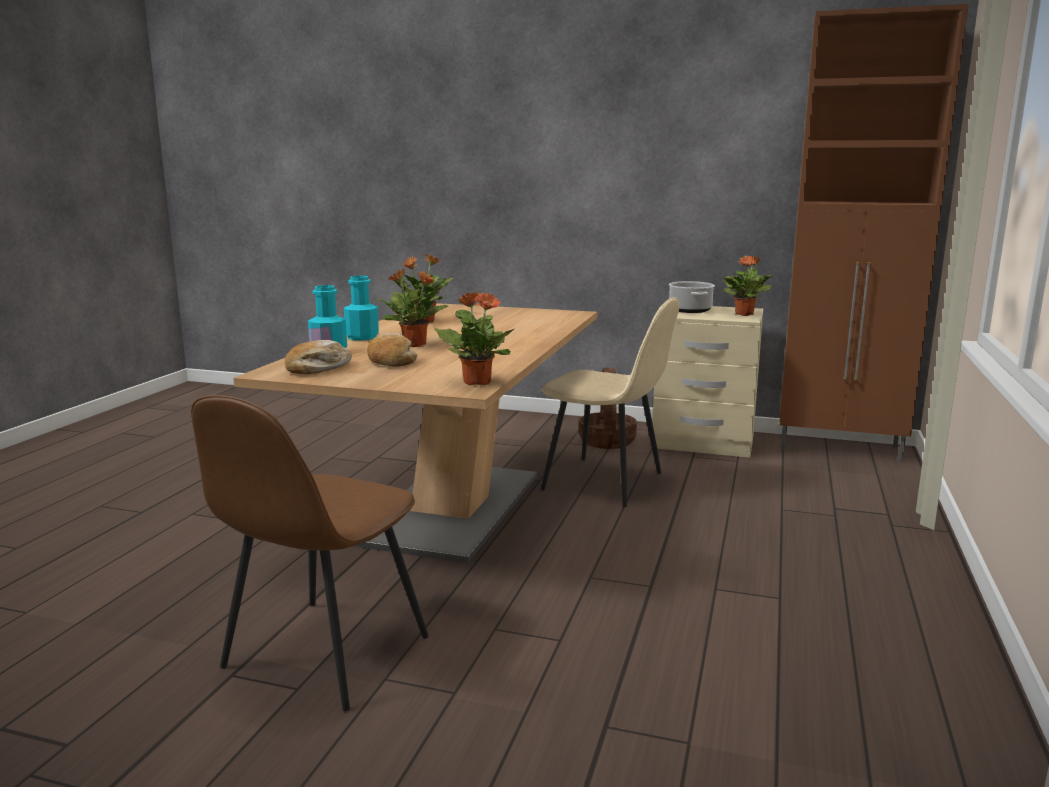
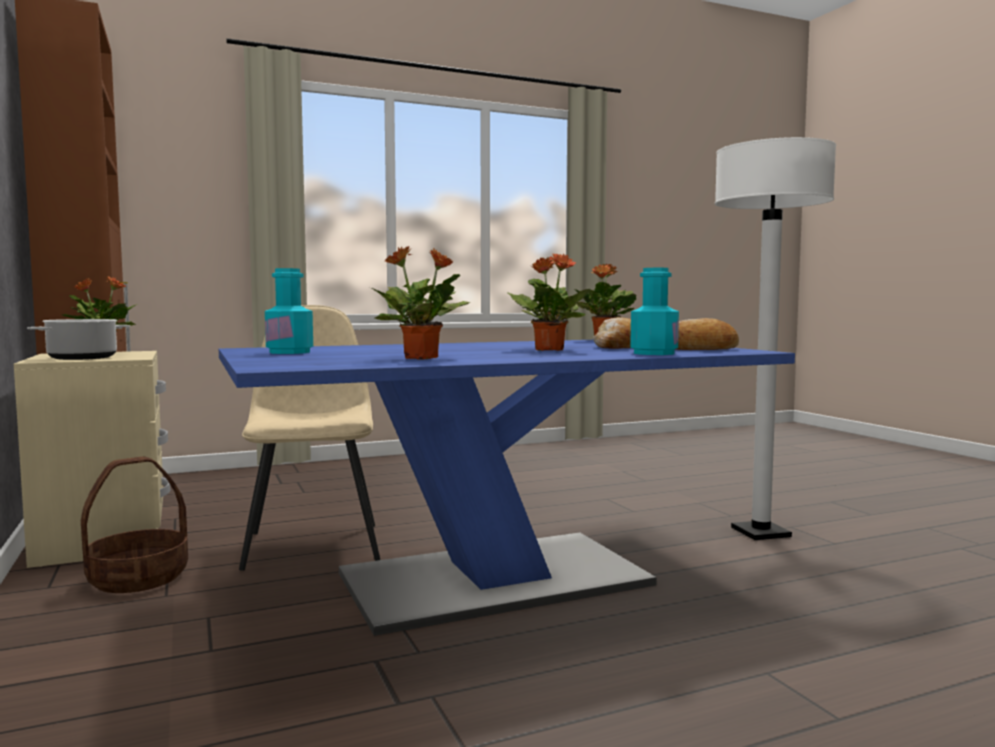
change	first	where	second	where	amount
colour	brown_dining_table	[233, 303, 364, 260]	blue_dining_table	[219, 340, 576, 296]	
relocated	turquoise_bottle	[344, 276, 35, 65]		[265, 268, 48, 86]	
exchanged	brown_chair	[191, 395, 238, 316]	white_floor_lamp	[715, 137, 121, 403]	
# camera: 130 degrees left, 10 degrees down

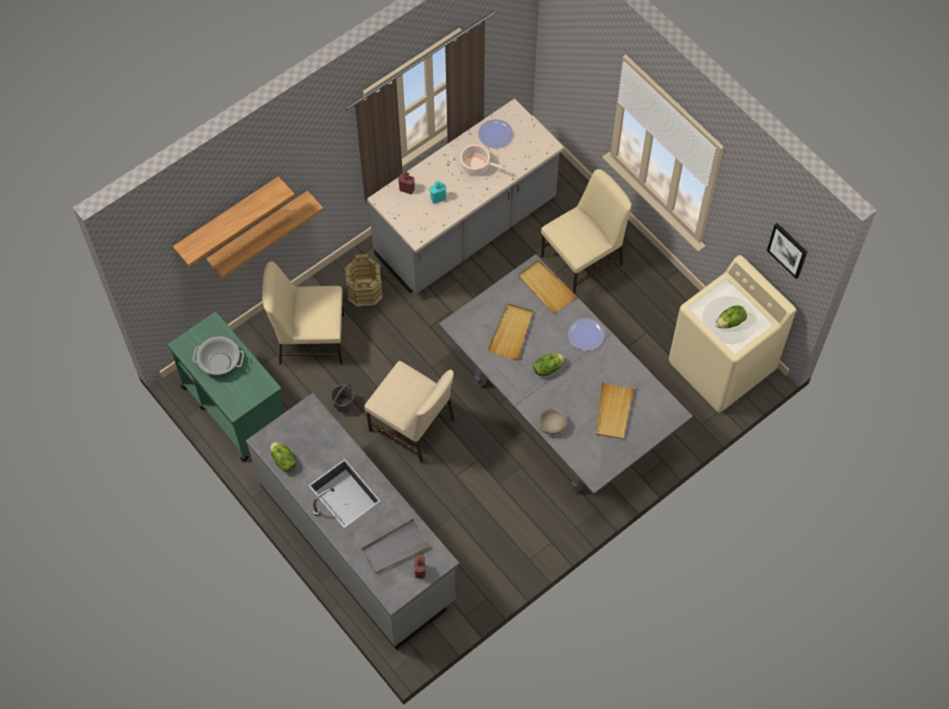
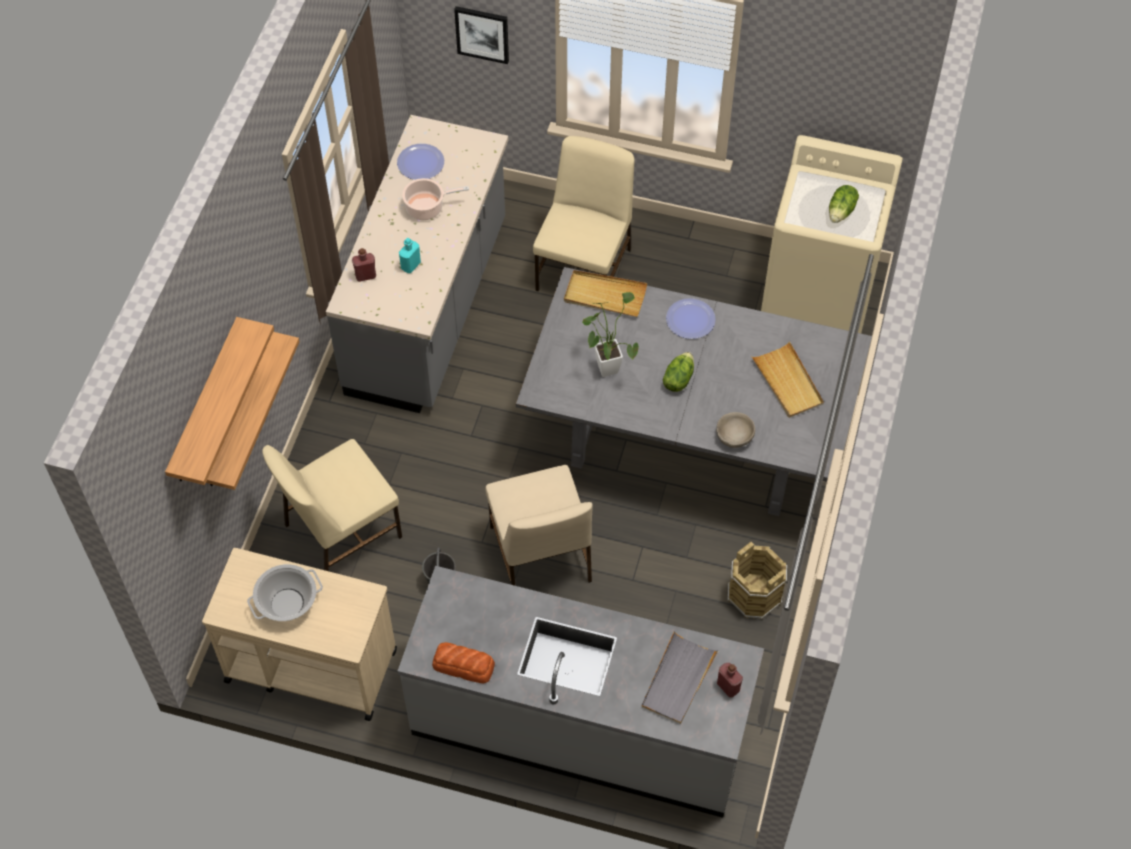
change	first	where	second	where	amount
colour	green_cart	[168, 312, 117, 150]	beige_cart	[202, 548, 195, 173]	
exchanged	lettuce	[270, 442, 27, 30]	bread	[432, 642, 63, 41]	
relocated	picture	[767, 223, 40, 56]		[454, 6, 55, 58]	
spun	beige_chair	[364, 361, 91, 102]		[486, 465, 107, 121]	75 degrees clockwise
exchanged	beige_tray	[487, 303, 46, 56]	potted_plant	[582, 292, 57, 85]	
relocated	brown_bucket	[344, 254, 39, 53]		[728, 542, 59, 77]	
# camera: 35 degrees left, 5 degrees down

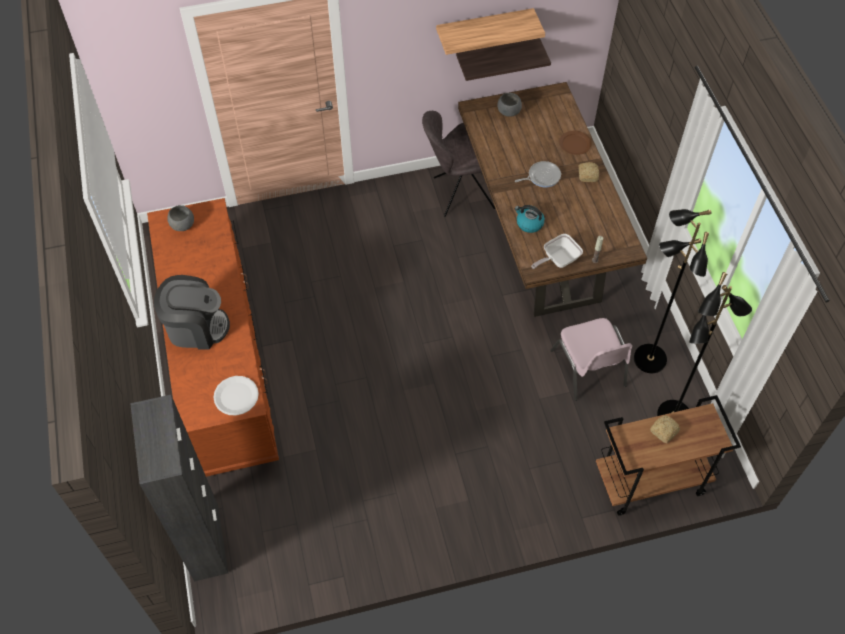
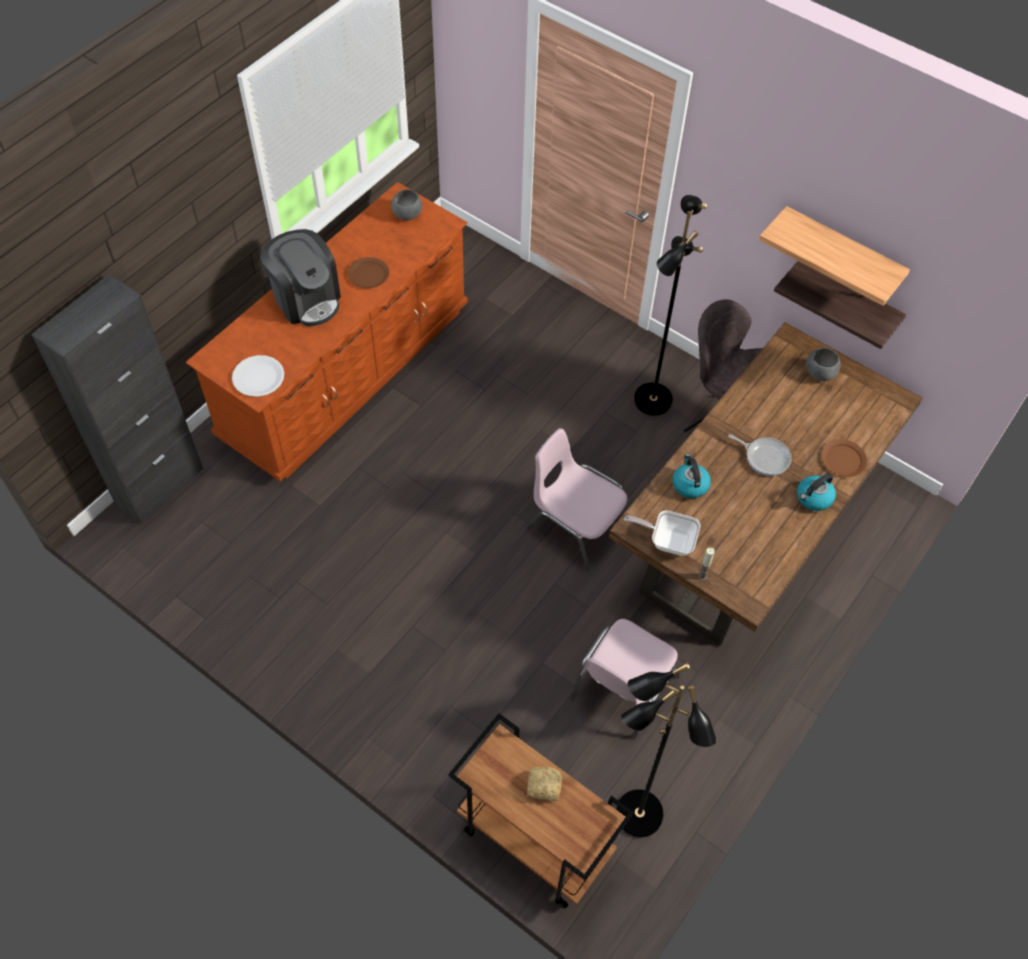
change	first	where	second	where	amount
appeared			brown_plate	[347, 257, 42, 31]	
appeared			pink_chair	[526, 428, 102, 143]	
relocated	black_floor_lamp	[634, 209, 77, 164]		[634, 195, 73, 221]	
exchanged	bread	[579, 162, 20, 20]	kettle	[797, 474, 39, 37]	
# camera: 50 degrees right, 0 degrees up

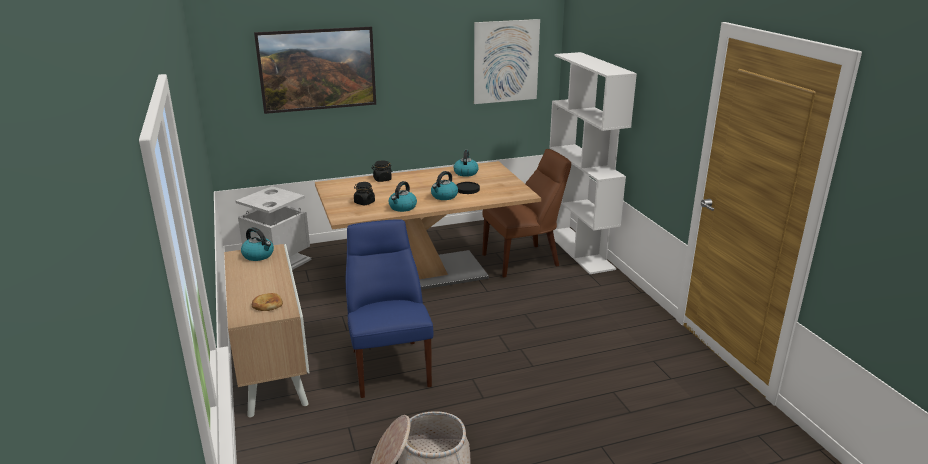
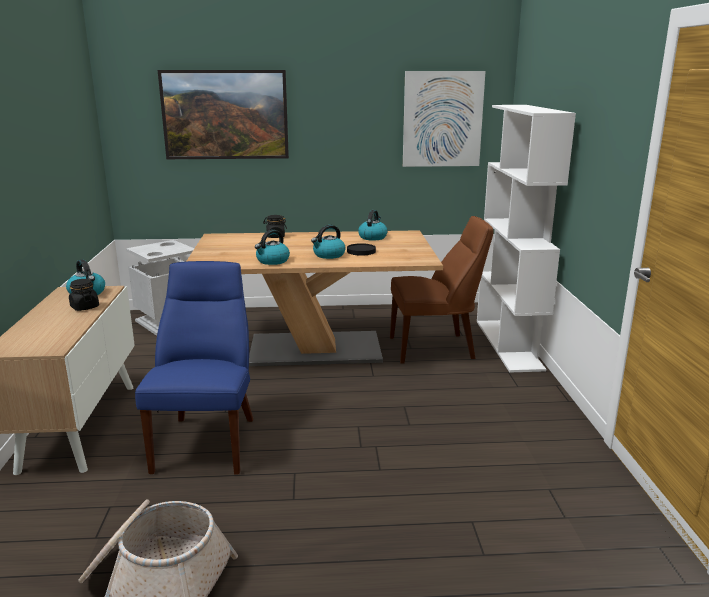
change	first	where	second	where	amount
relocated	black_jar	[354, 182, 21, 23]		[69, 279, 30, 32]	
missing	bread	[252, 293, 31, 18]			
# camera: 15 degrees right, 5 degrees down

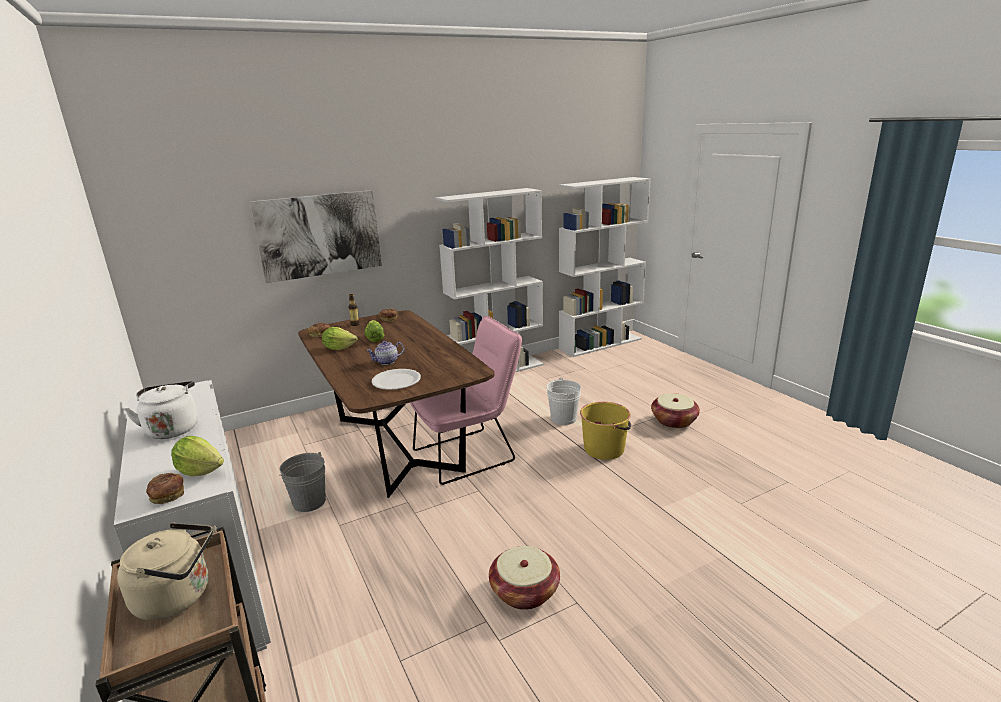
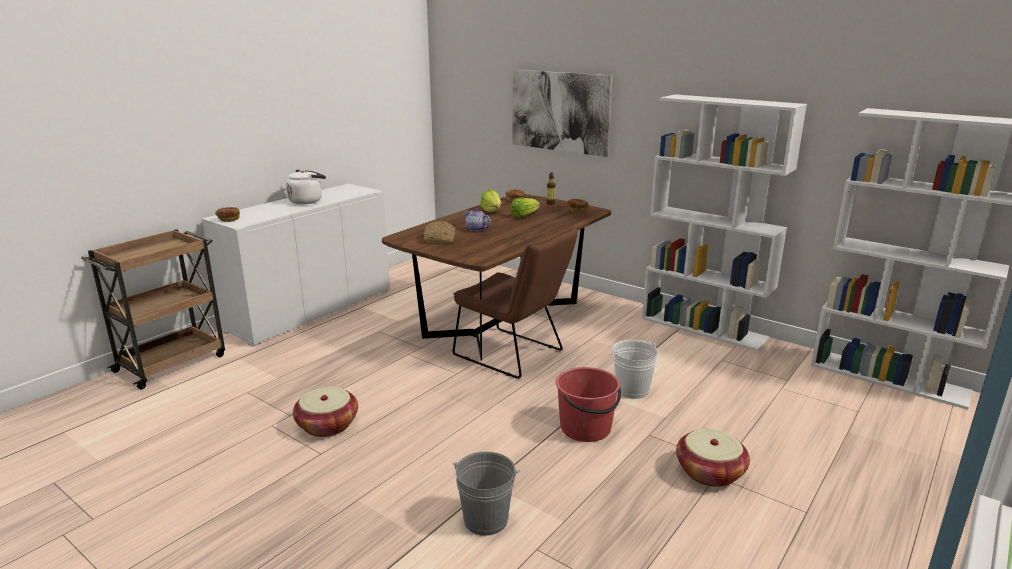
change	first	where	second	where	amount
exchanged	white_plate	[371, 369, 50, 21]	bread	[424, 221, 31, 23]	
colour	pink_chair	[410, 316, 112, 169]	brown_chair	[453, 225, 125, 154]	
relocated	grey_bucket	[279, 452, 47, 60]		[453, 451, 66, 85]	
colour	yellow_bucket	[580, 402, 51, 58]	red_bucket	[556, 367, 65, 75]	
missing	beige_kettle	[117, 523, 96, 97]			
missing	lettuce	[171, 436, 53, 40]			
# camera: 65 degrees right, 0 degrees up

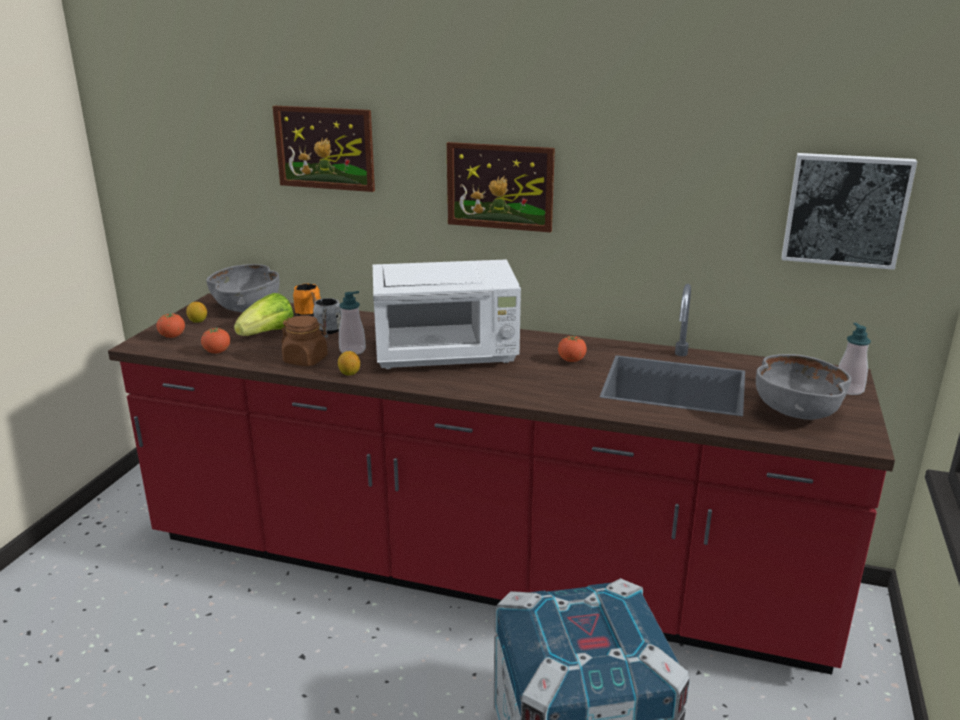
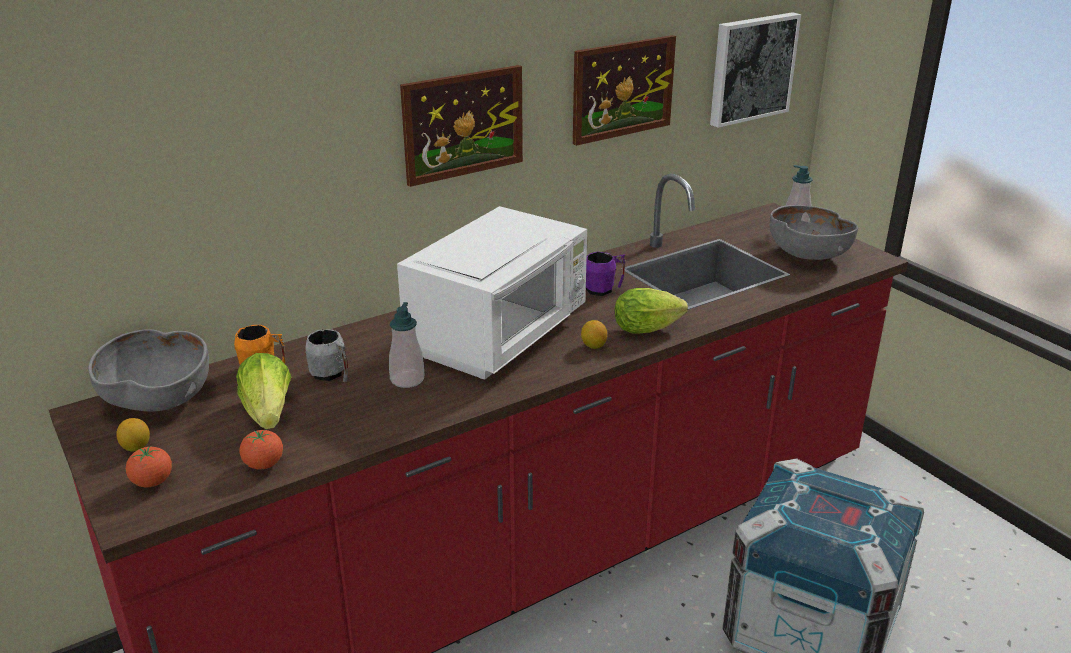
change	first	where	second	where	amount
relocated	picture	[272, 106, 103, 86]		[573, 35, 103, 111]	
relocated	lemon	[338, 351, 22, 25]		[581, 320, 26, 29]	
exchanged	tomato	[558, 336, 29, 26]	purple_mug	[586, 252, 39, 44]	
appeared			lettuce	[614, 288, 74, 46]	
missing	brown_jar	[282, 315, 46, 51]			
# camera: 50 degrees left, 5 degrees up

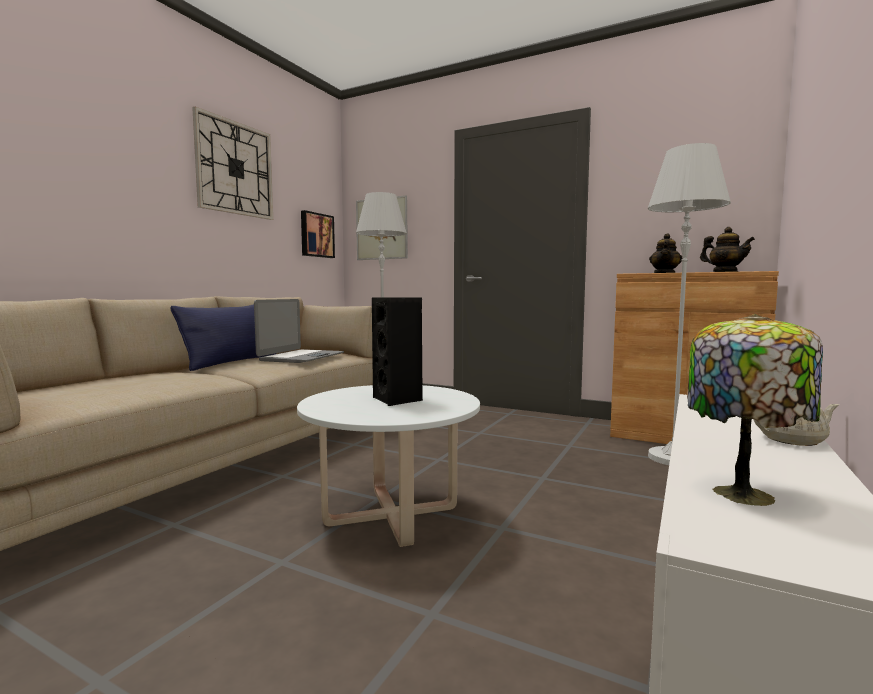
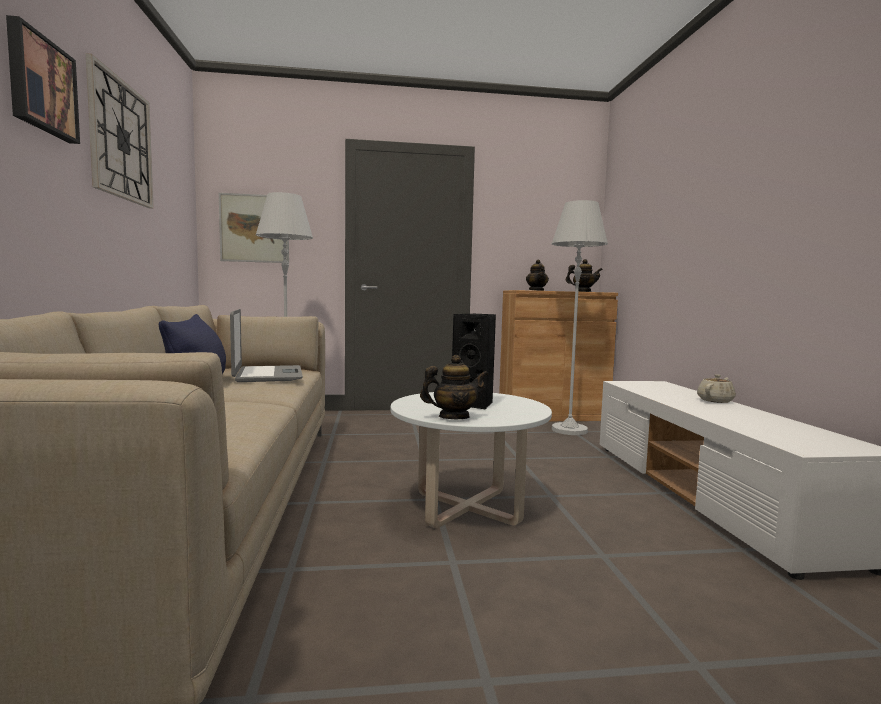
change	first	where	second	where	amount
relocated	picture	[301, 210, 34, 48]		[6, 15, 74, 129]	
appeared			teapot	[420, 355, 68, 64]	
missing	table_lamp	[687, 314, 136, 192]			
# camera: 35 degrees left, 0 degrees up

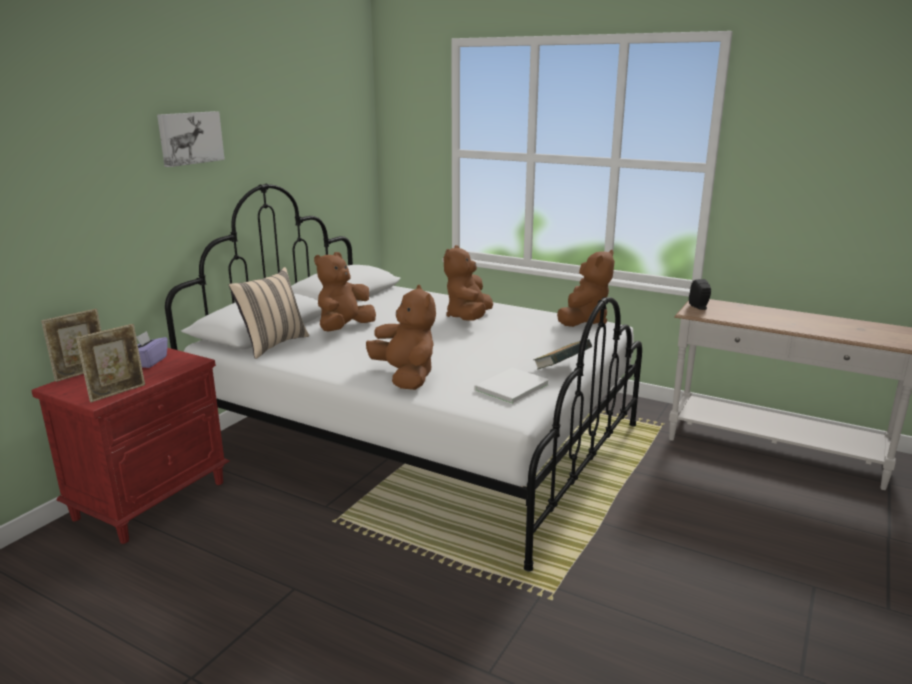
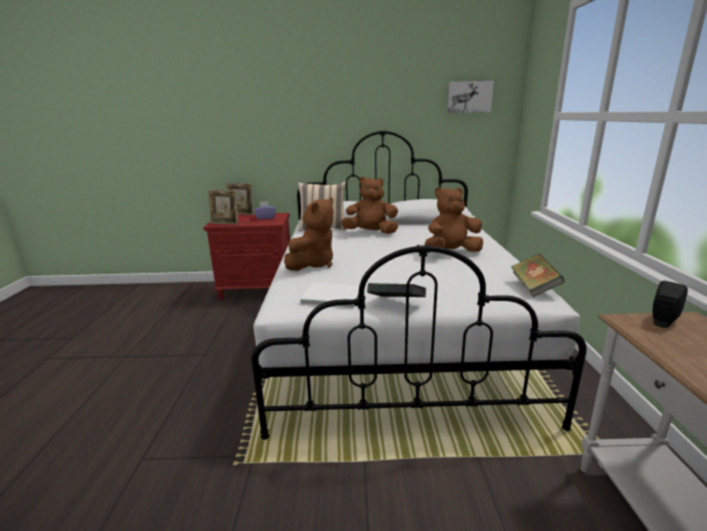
change	first	where	second	where	amount
relocated	picture	[157, 111, 68, 56]		[447, 81, 47, 33]	
exchanged	brown_plush_toy	[557, 250, 58, 77]	book	[511, 254, 54, 43]	
# camera: 60 degrees right, 0 degrees up

